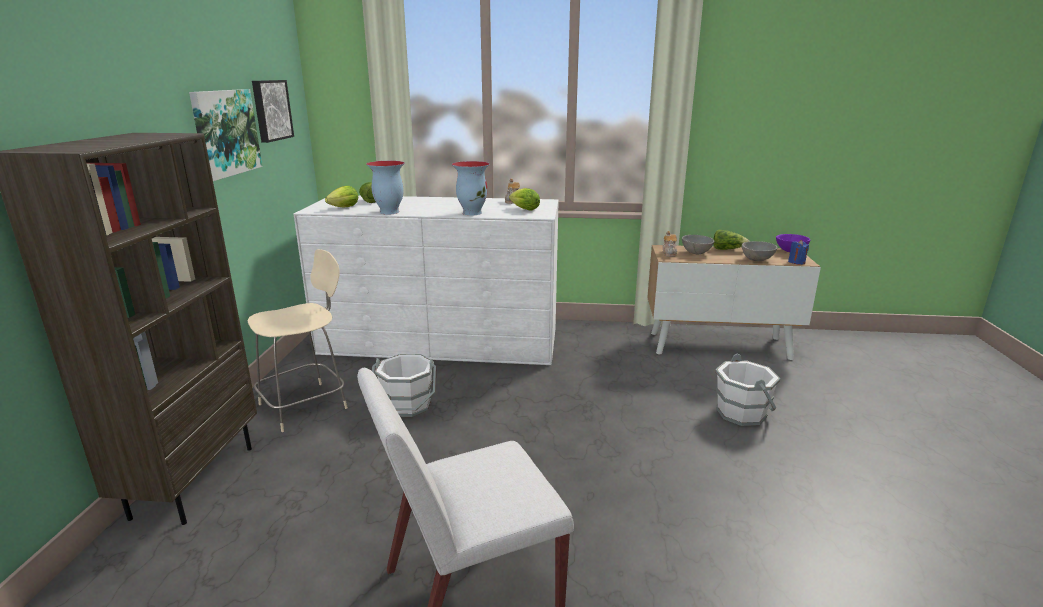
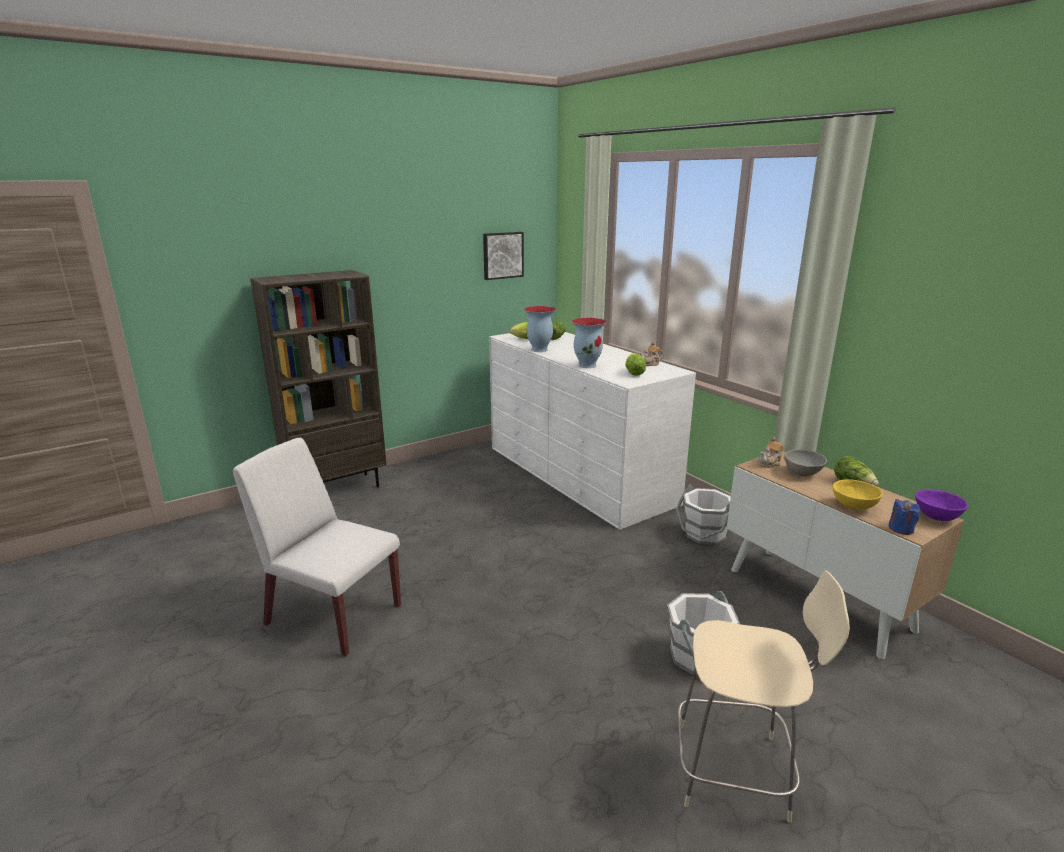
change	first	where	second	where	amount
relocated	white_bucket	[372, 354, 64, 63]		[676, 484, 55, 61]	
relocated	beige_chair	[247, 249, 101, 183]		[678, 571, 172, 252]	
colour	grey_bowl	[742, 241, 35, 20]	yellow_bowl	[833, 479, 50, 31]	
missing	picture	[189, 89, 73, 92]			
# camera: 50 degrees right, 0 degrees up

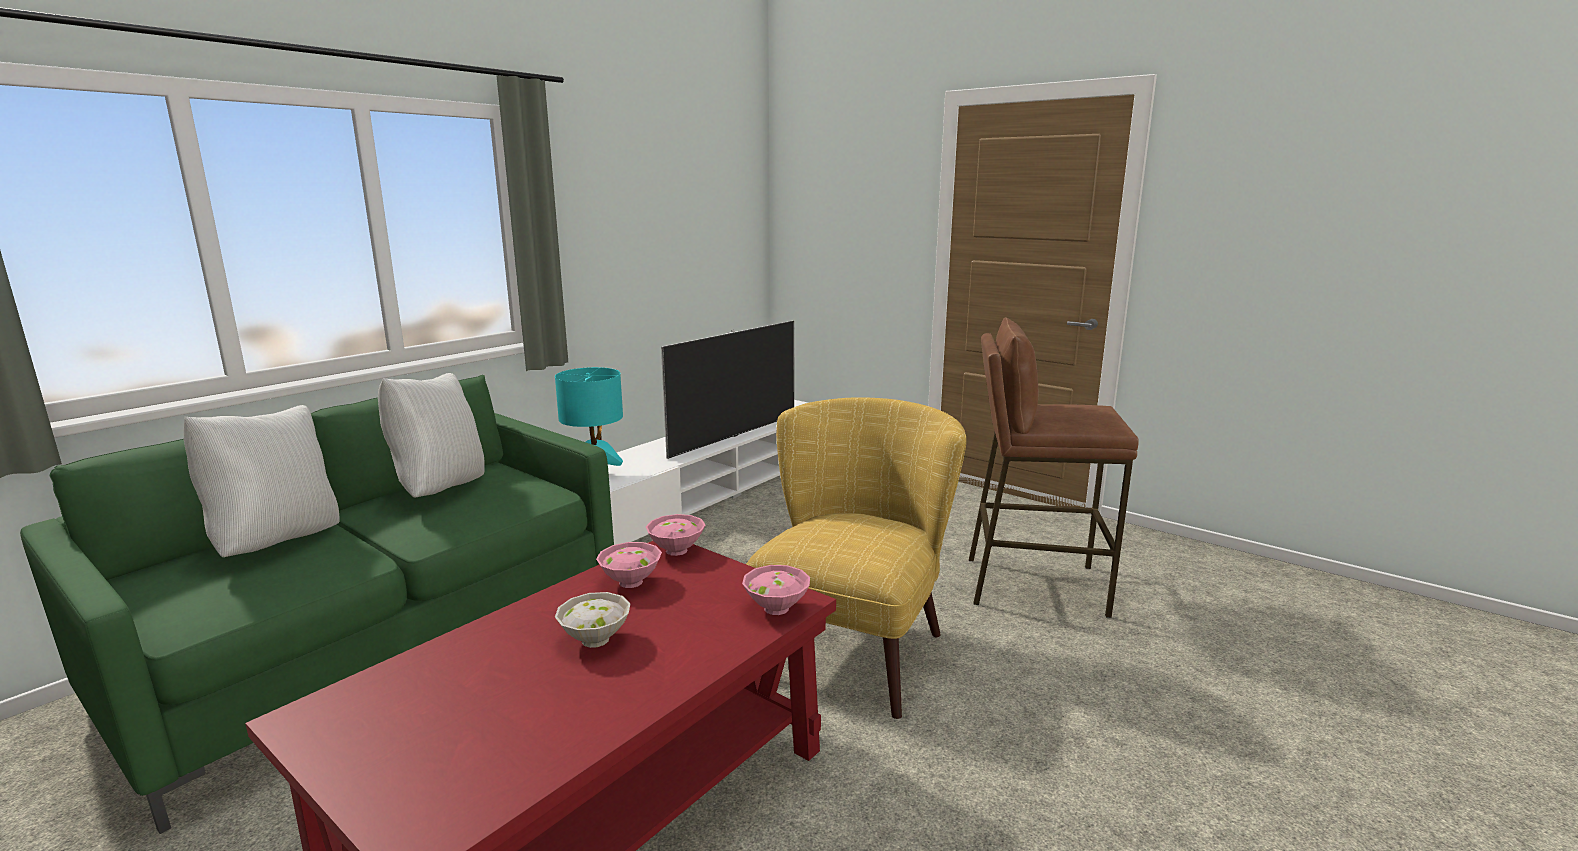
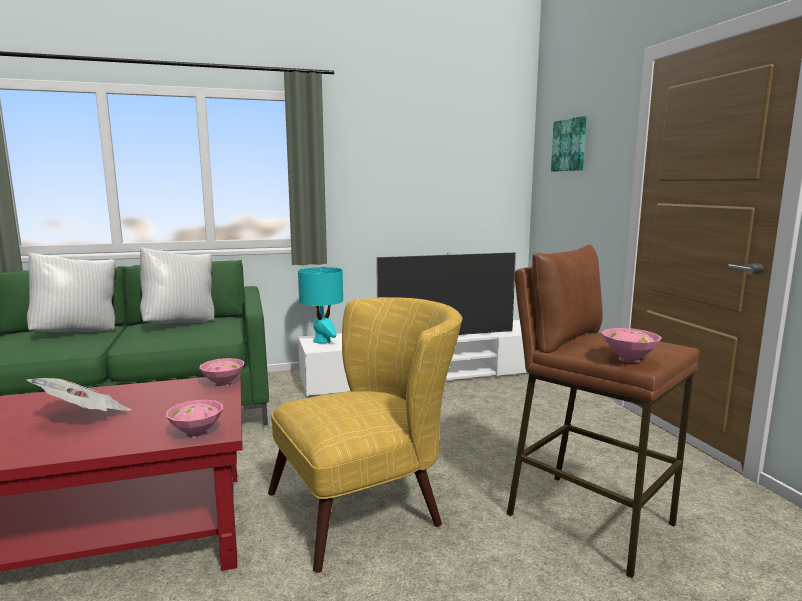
change	first	where	second	where	amount
exchanged	white_bowl	[555, 592, 75, 56]	newspaper	[26, 378, 106, 33]	
appeared			picture	[551, 116, 36, 55]	
relocated	pink_bowl	[596, 542, 66, 46]		[602, 328, 60, 35]	
# camera: 35 degrees right, 5 degrees down

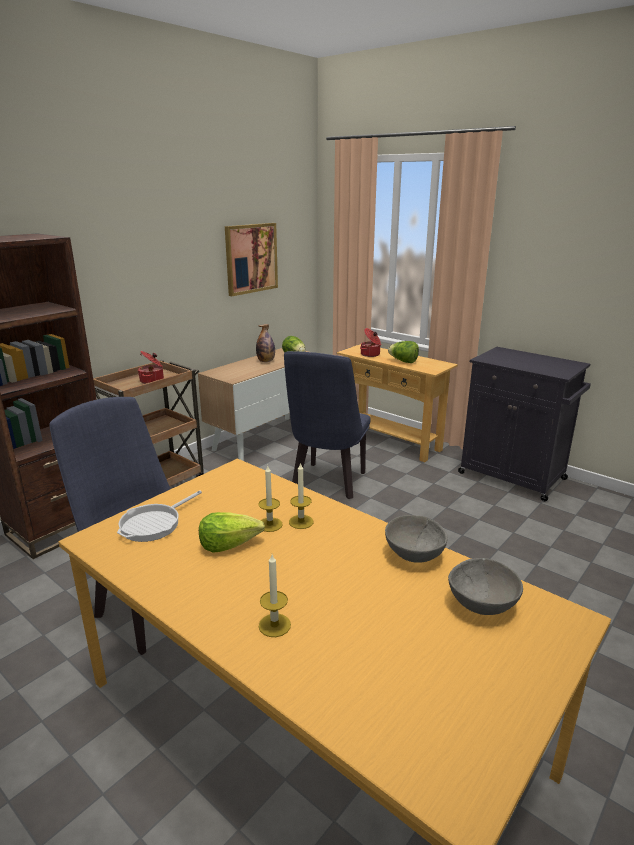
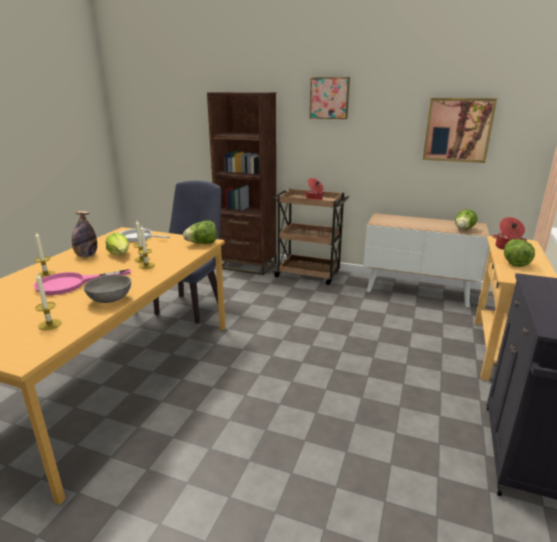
change	first	where	second	where	amount
appeared			pink_frying_pan	[33, 269, 98, 26]	
exchanged	grey_bowl	[448, 558, 75, 57]	candle	[35, 273, 27, 57]	
relocated	bottle	[256, 324, 19, 38]		[72, 211, 25, 46]	
appeared			lettuce	[183, 220, 34, 24]	
appeared			picture	[310, 77, 40, 42]	
missing	blue_chair	[284, 351, 87, 148]			
# camera: 70 degrees right, 0 degrees up

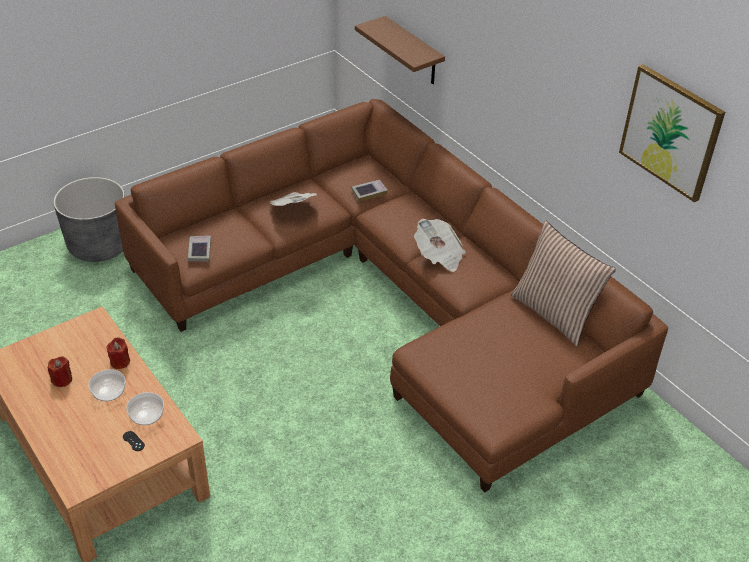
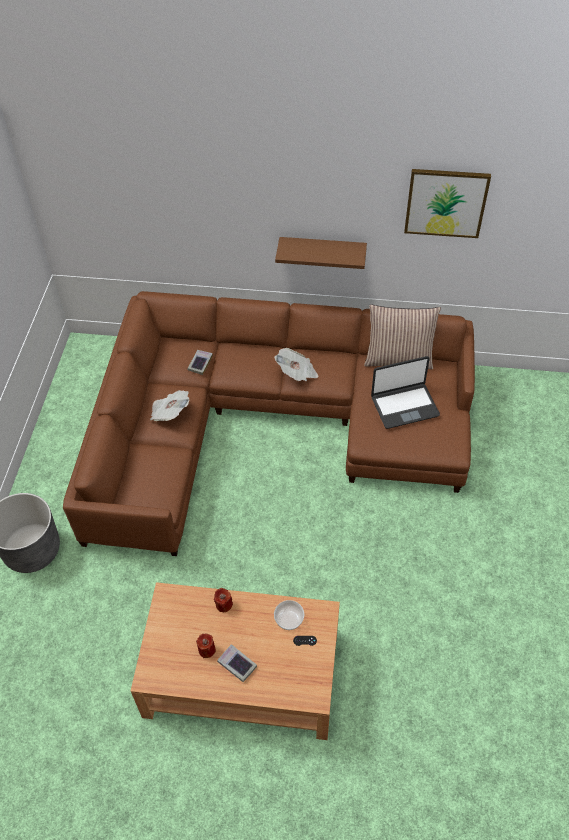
change	first	where	second	where	amount
relocated	book	[188, 236, 23, 26]		[217, 644, 40, 38]	
relocated	brown_shelf	[355, 16, 90, 68]		[275, 237, 92, 32]	
appeared			laptop	[371, 356, 69, 73]	
missing	bowl	[88, 369, 38, 32]			
# camera: 45 degrees left, 10 degrees up

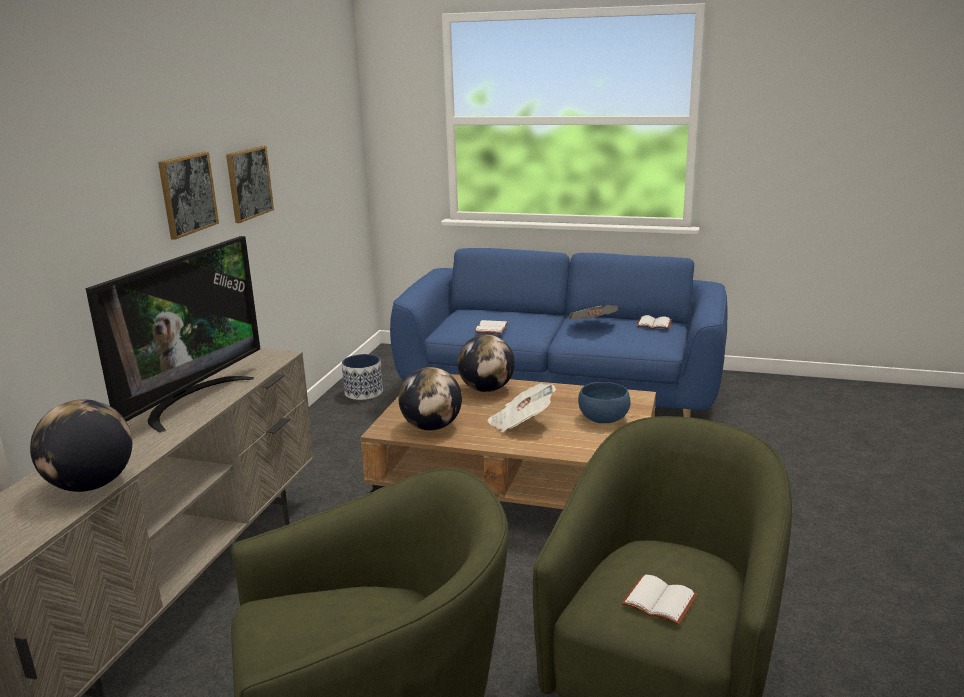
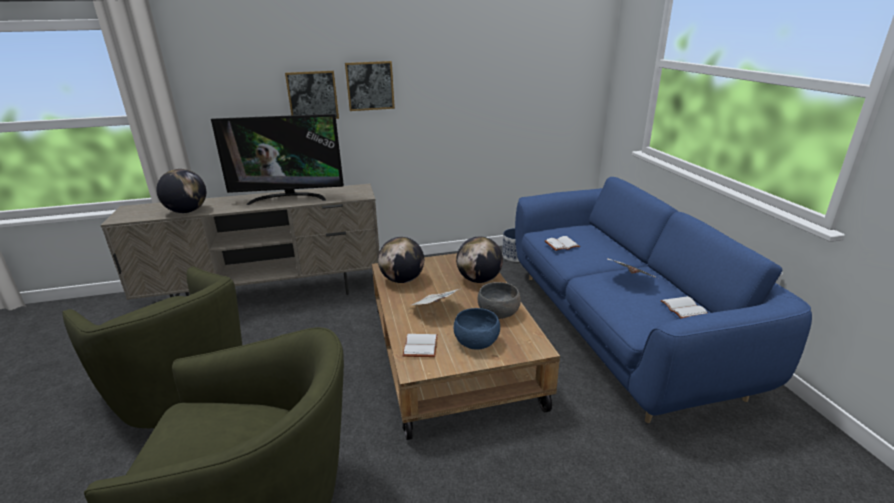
change	first	where	second	where	amount
relocated	picture	[226, 146, 48, 77]		[285, 71, 54, 48]	
relocated	white_book	[621, 575, 77, 50]		[403, 334, 35, 23]	
appeared			grey_bowl	[478, 282, 43, 37]	
# camera: 60 degrees right, 5 degrees up

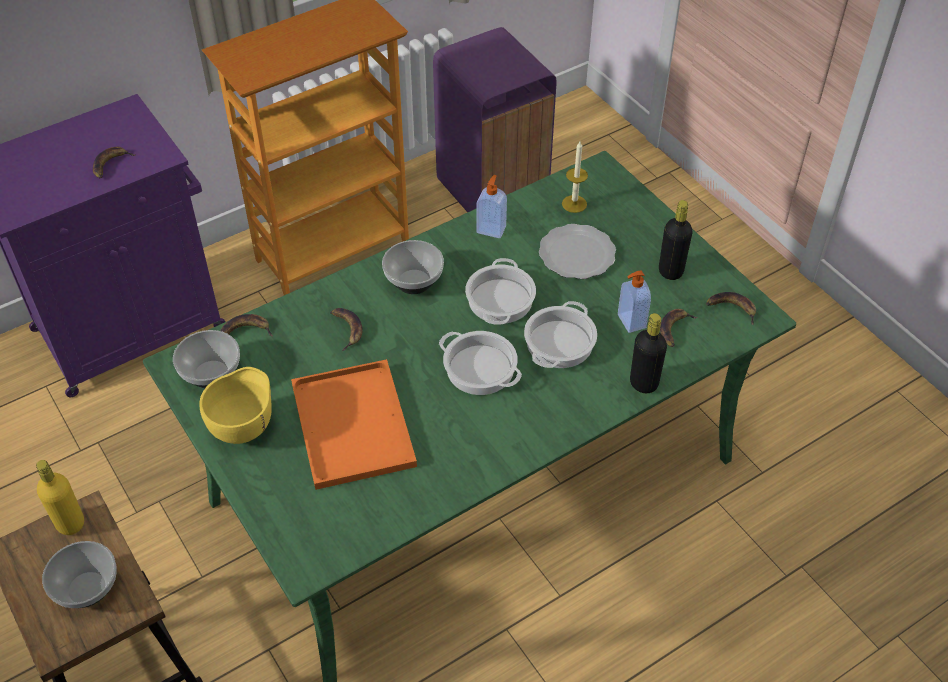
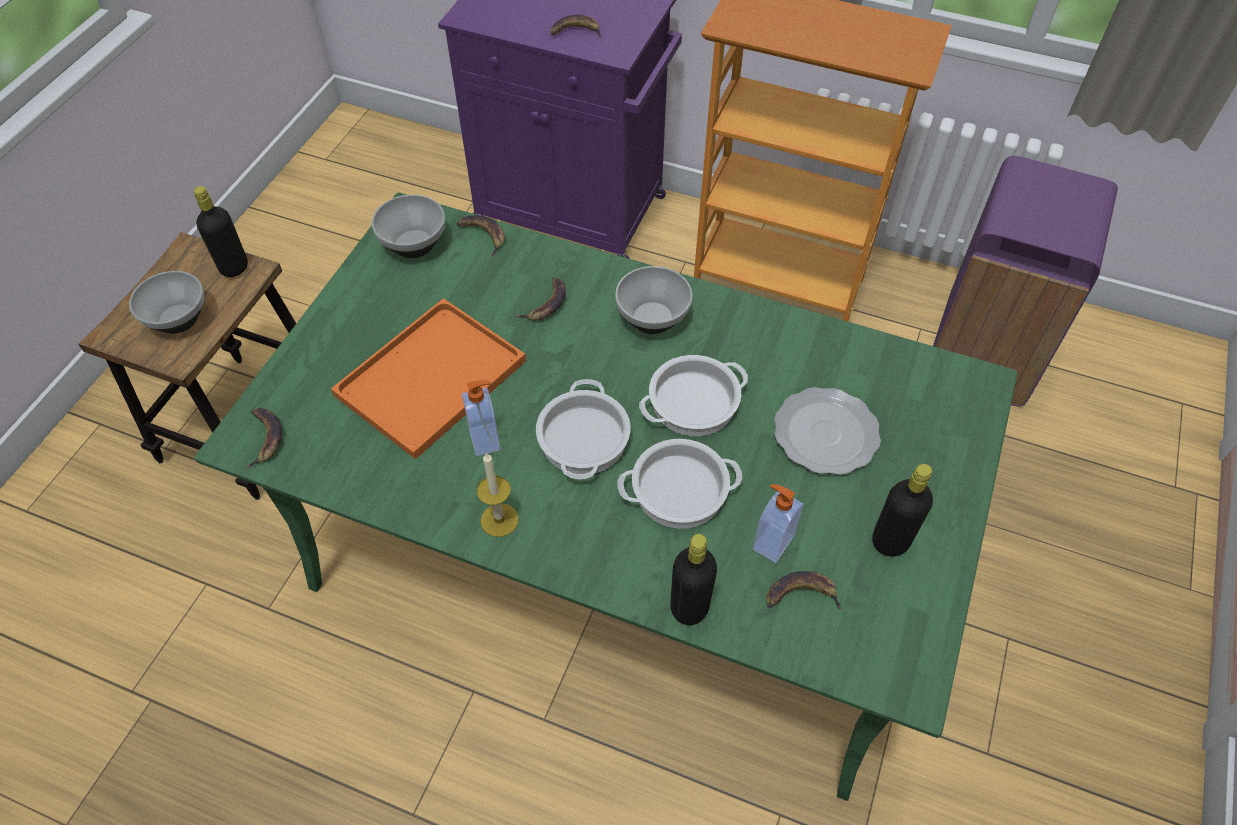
change	first	where	second	where	amount
colour	yellow_bottle	[36, 460, 48, 75]	black_bottle	[194, 186, 54, 91]	
relocated	banana	[706, 292, 50, 33]		[246, 408, 36, 60]	
relocated	soap_dispenser	[476, 175, 31, 63]		[462, 380, 38, 76]	
relocated	candle	[562, 142, 26, 71]		[477, 453, 42, 84]	
missing	yellow_bowl	[199, 367, 73, 77]			
# camera: 55 degrees right, 5 degrees up

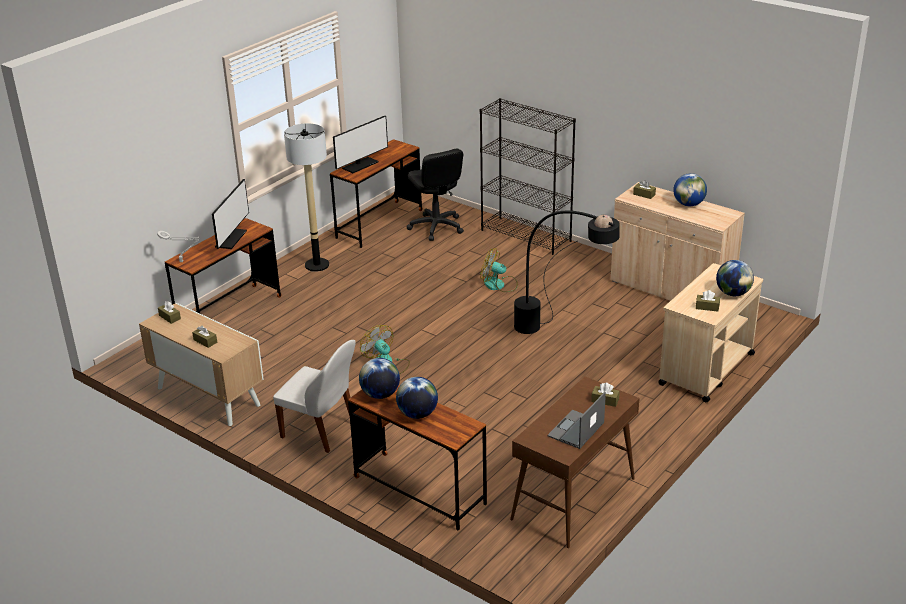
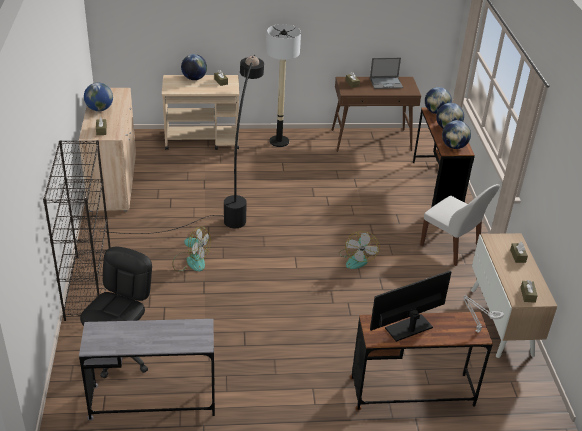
change	first	where	second	where	amount
colour	brown_desk	[330, 139, 93, 109]	grey_desk	[79, 319, 136, 101]	
spun	fan	[480, 248, 38, 44]		[172, 226, 39, 46]	45 degrees counterclockwise
relocated	floor_lamp	[284, 123, 45, 149]		[266, 24, 35, 123]	
spun	white_chair	[273, 340, 83, 113]		[420, 184, 80, 82]	150 degrees clockwise
appeared			globe	[425, 87, 27, 27]	
missing	monitor	[333, 115, 55, 58]			
# camera: 135 degrees left, 5 degrees up

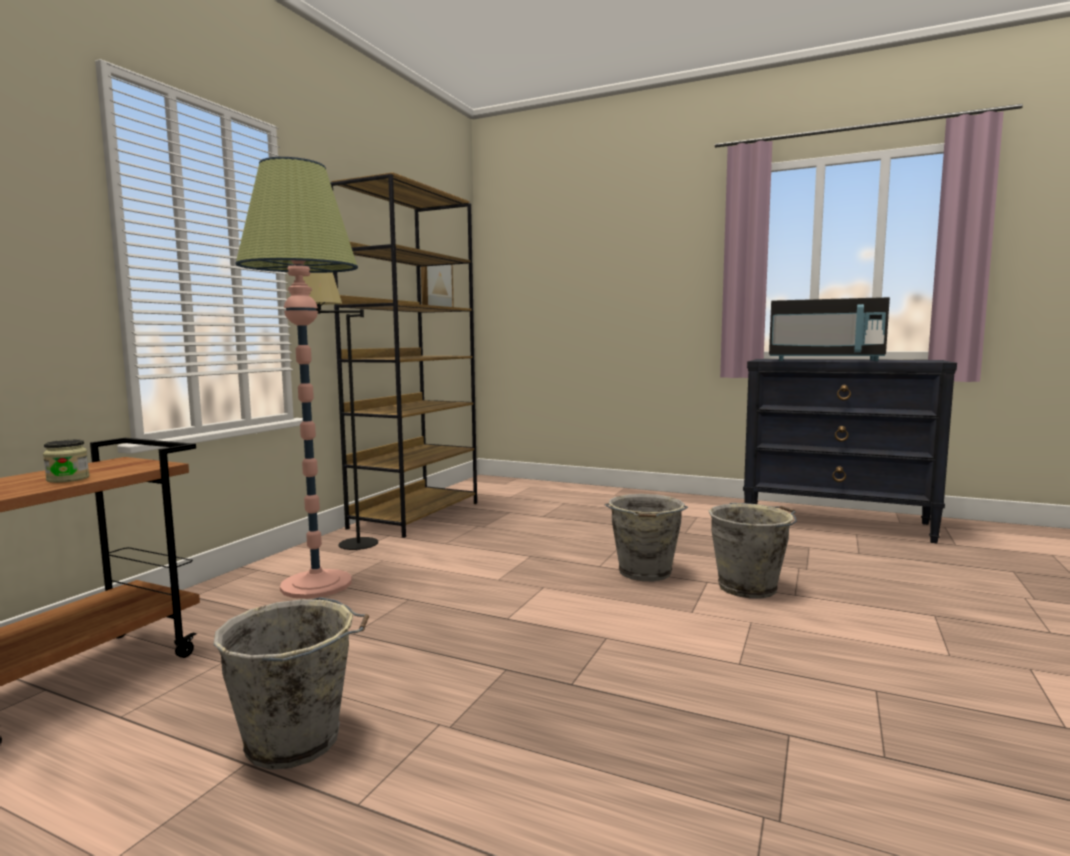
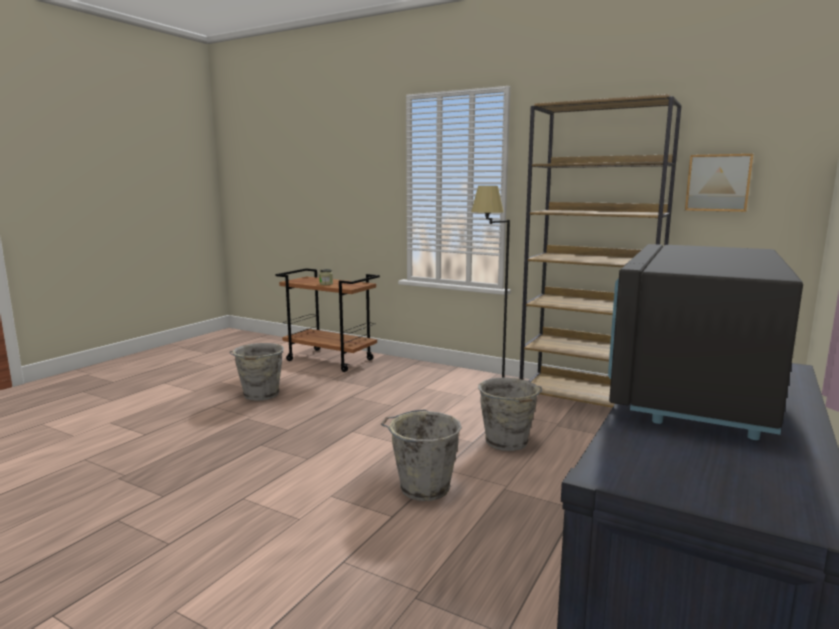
change	first	where	second	where	amount
relocated	grey_bucket	[709, 503, 88, 95]		[478, 377, 64, 74]	
missing	floor_lamp	[236, 157, 122, 442]			
# camera: 95 degrees right, 5 degrees up

